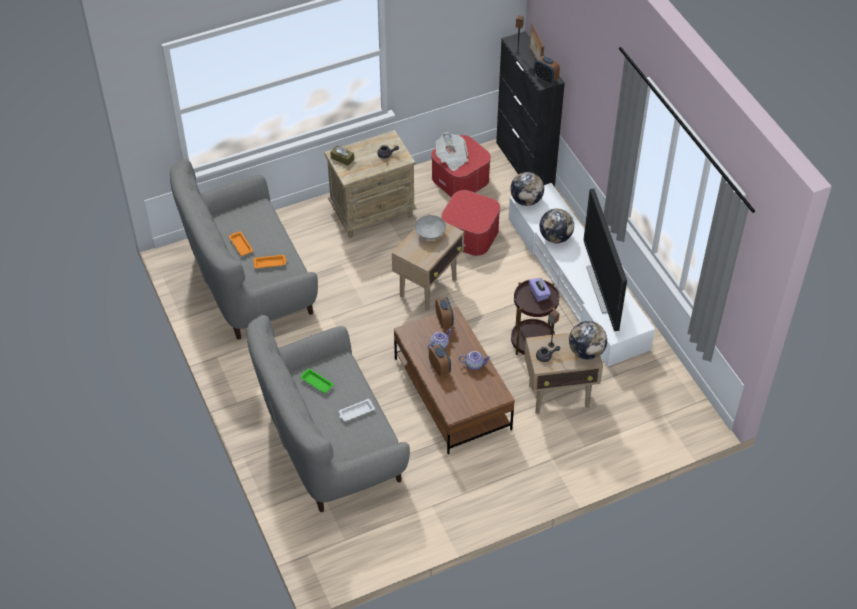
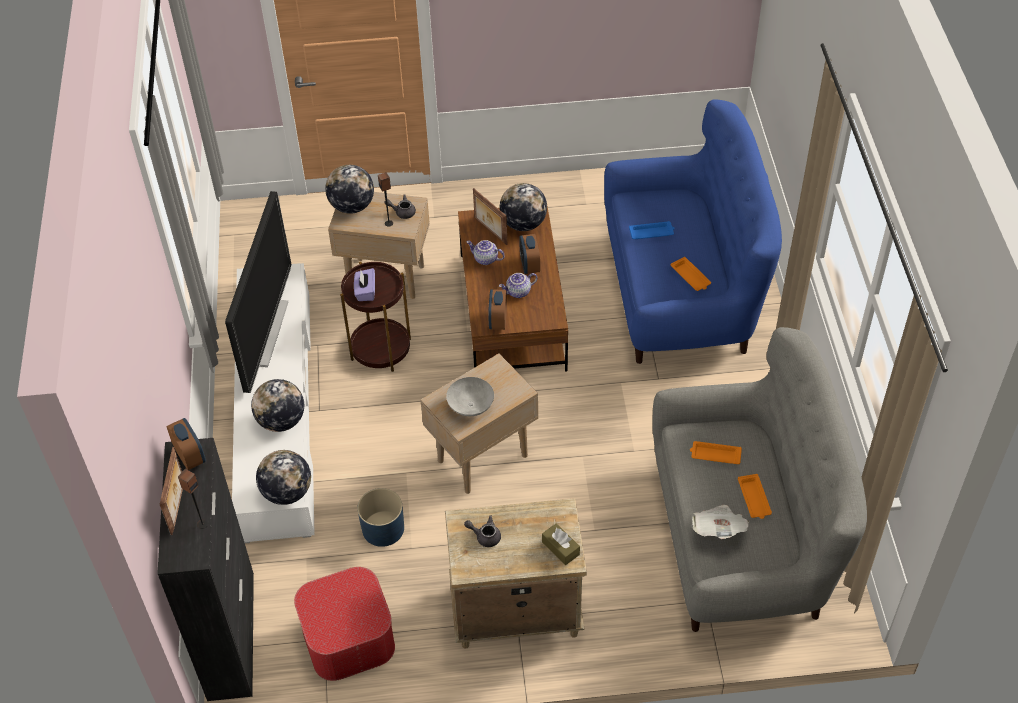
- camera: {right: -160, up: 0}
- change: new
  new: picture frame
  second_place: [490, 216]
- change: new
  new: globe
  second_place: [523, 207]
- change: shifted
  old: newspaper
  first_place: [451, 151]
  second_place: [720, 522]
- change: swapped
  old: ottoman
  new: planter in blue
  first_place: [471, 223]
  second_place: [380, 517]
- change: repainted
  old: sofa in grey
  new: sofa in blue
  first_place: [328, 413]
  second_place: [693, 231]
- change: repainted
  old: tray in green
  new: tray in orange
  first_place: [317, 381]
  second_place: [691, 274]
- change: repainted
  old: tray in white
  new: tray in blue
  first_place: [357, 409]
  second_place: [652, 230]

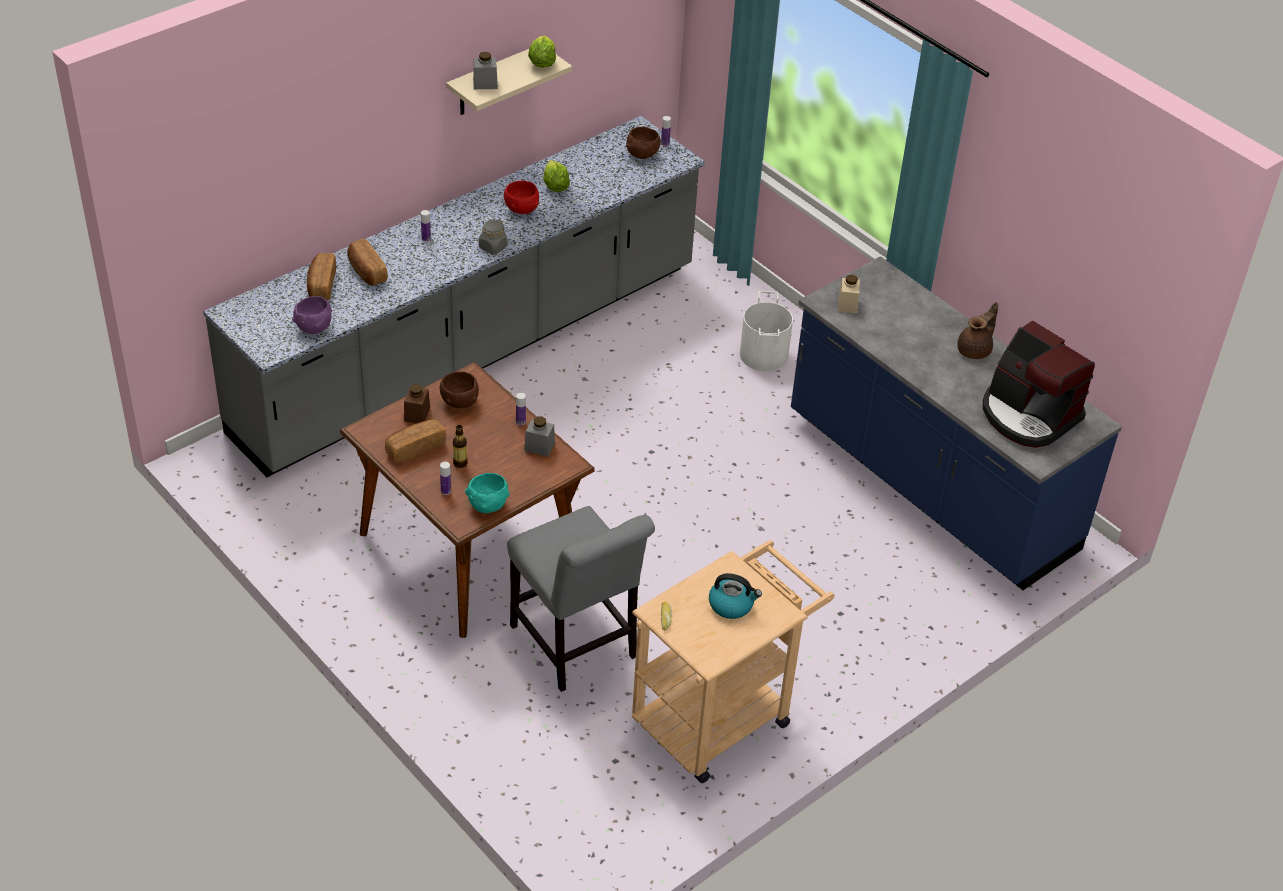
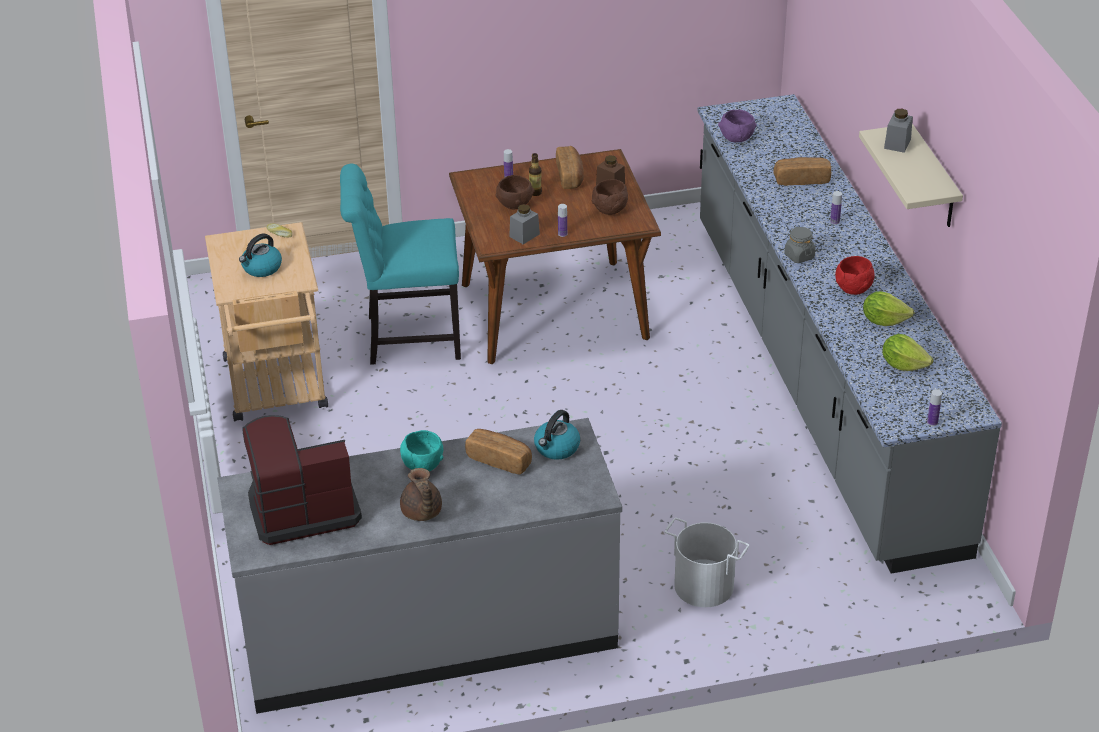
- camera: {right: 120, up: -5}
- change: shifted
  old: bread
  first_place: [321, 277]
  second_place: [498, 452]
- change: shifted
  old: bowl in turquoise
  first_place: [487, 493]
  second_place: [421, 450]
- change: shifted
  old: lettuce
  first_place: [542, 51]
  second_place: [907, 352]
- change: shifted
  old: bowl in brown
  first_place: [643, 143]
  second_place: [515, 192]
- change: swapped
  old: jar in beige
  new: kettle
  first_place: [849, 294]
  second_place: [557, 435]
- change: repainted
  old: chair in grey
  new: chair in turquoise
  first_place: [581, 599]
  second_place: [400, 264]
- change: repainted
  old: counter in blue
  new: counter in grey
  first_place: [956, 423]
  second_place: [419, 566]

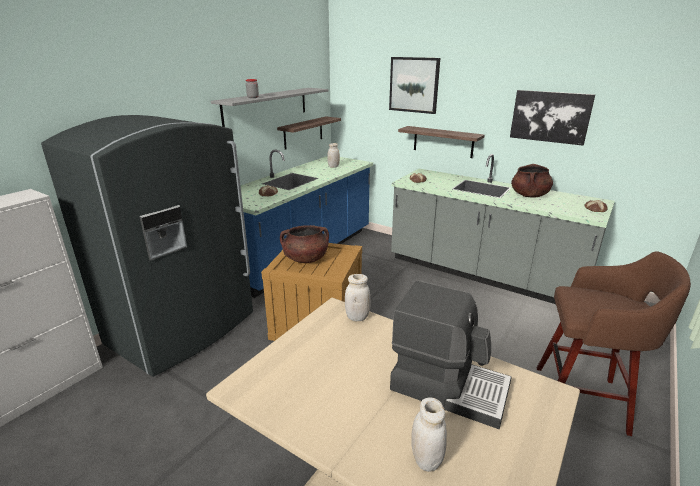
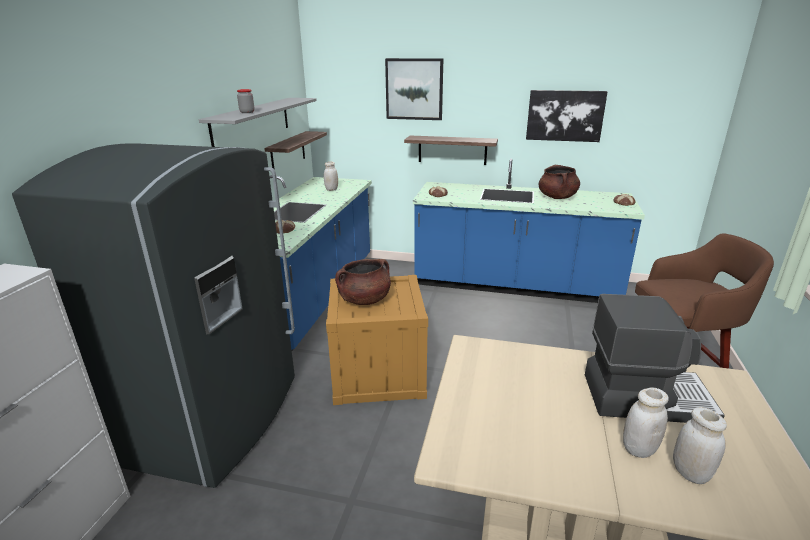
- camera: {right: -20, up: 0}
- change: shifted
  old: jar in white
  first_place: [358, 297]
  second_place: [646, 422]
- change: repainted
  old: counter in grey
  new: counter in blue
  first_place: [503, 229]
  second_place: [529, 231]

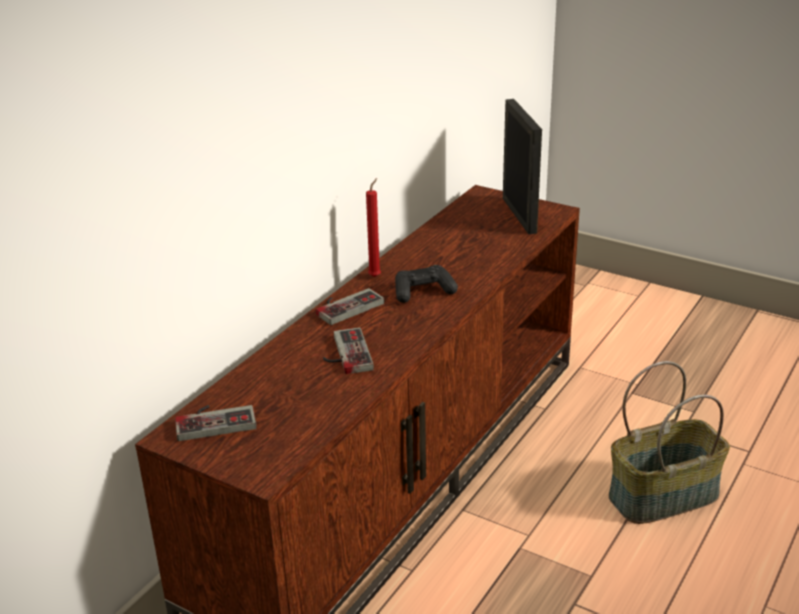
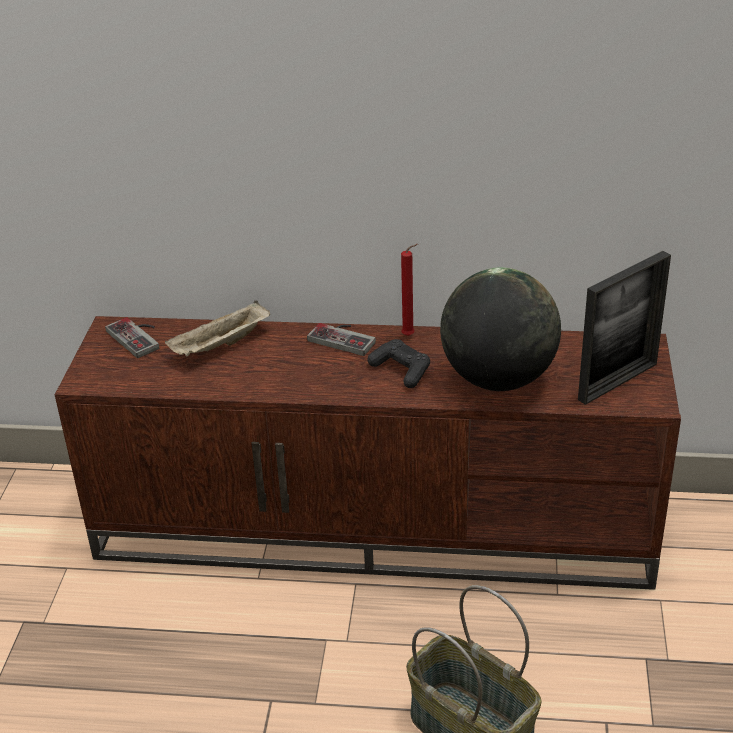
- camera: {right: 65, up: 5}
- change: gone
  old: game controller
  first_place: [348, 350]
- change: new
  new: tray in beige
  second_place: [217, 328]
- change: new
  new: globe
  second_place: [500, 329]

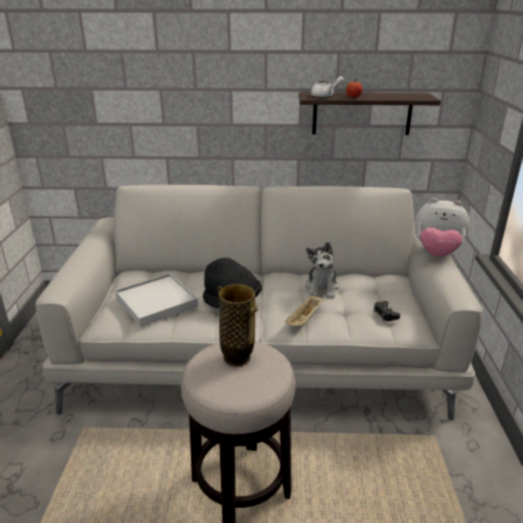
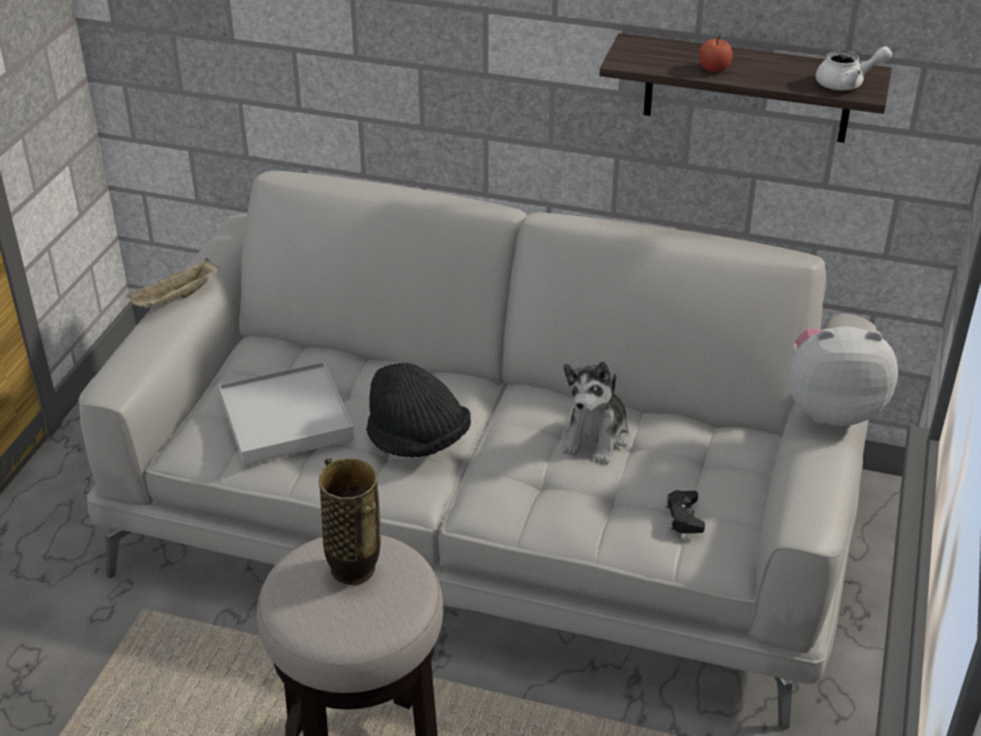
- camera: {right: 15, up: 10}
- change: shifted
  old: tray in beige
  first_place: [304, 310]
  second_place: [172, 283]
- change: shifted
  old: teapot in white
  first_place: [327, 86]
  second_place: [854, 68]
- change: rotated
  old: plush toy
  first_place: [442, 227]
  second_place: [843, 376]
  degrees: 150

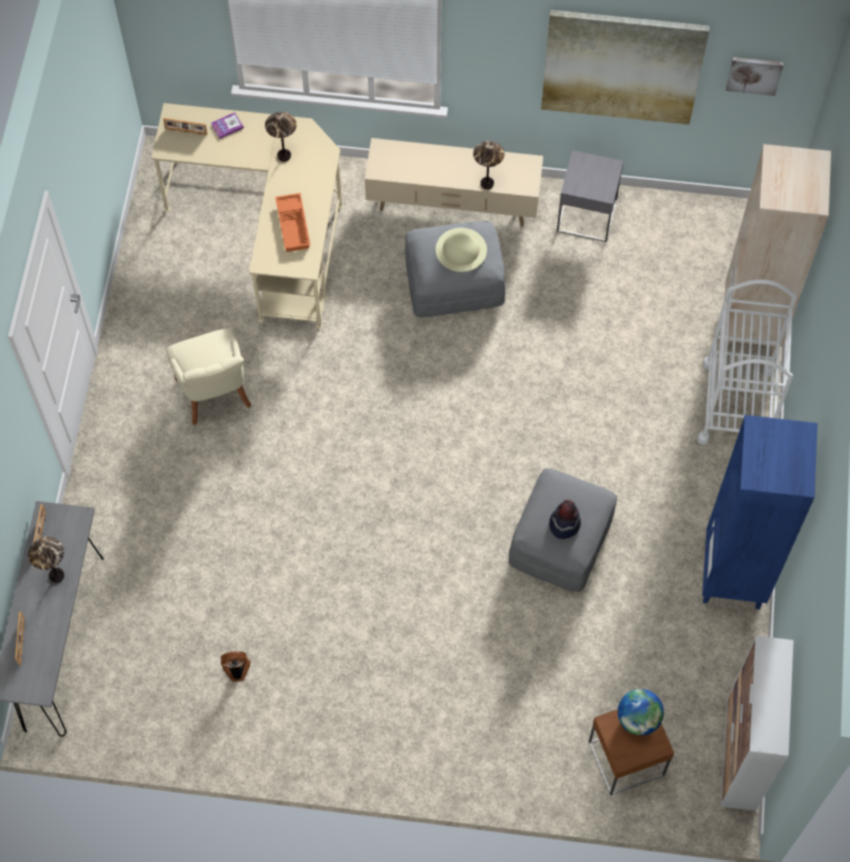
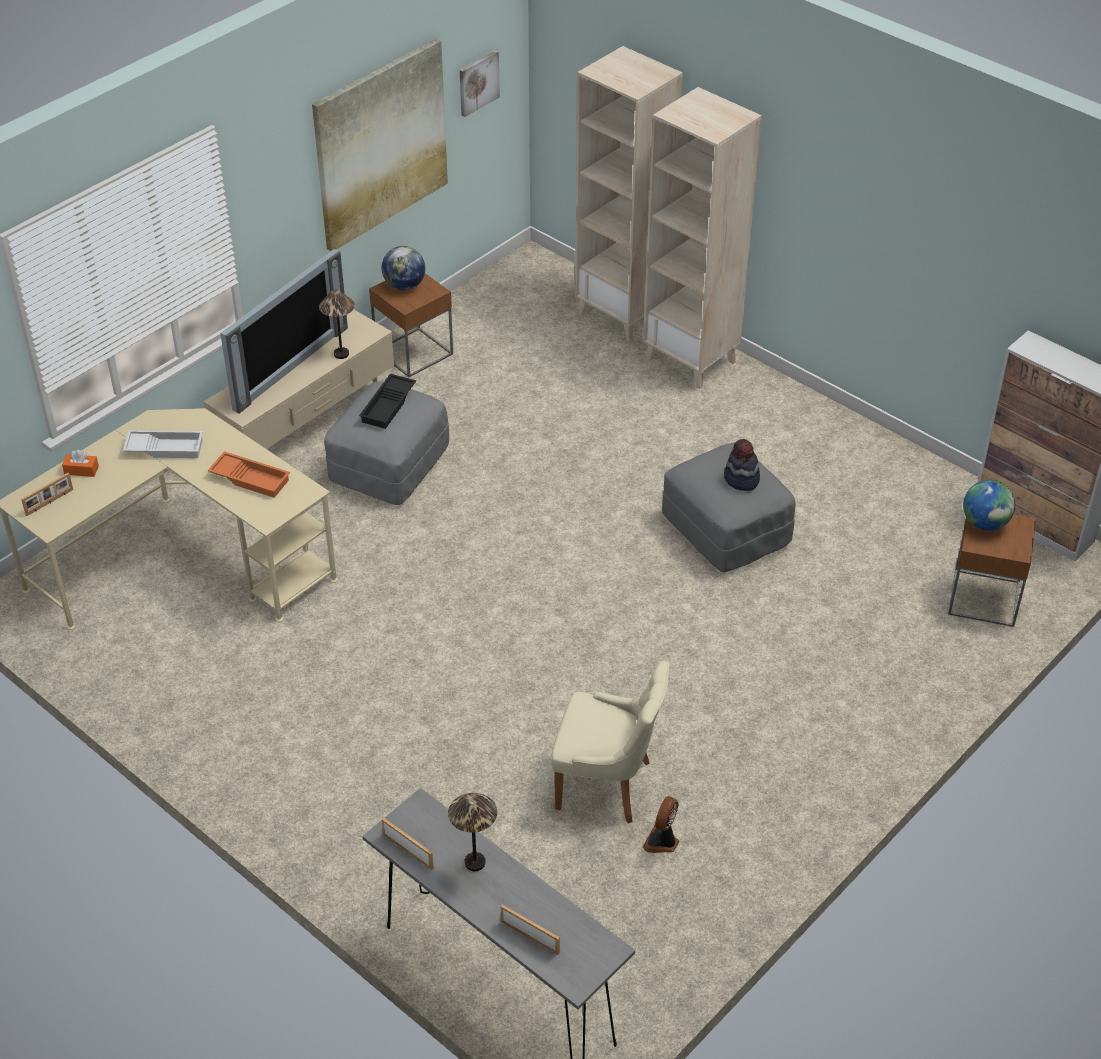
- camera: {right: -55, up: -20}
- change: gone
  old: bookcase in blue
  first_place: [760, 512]
- change: new
  new: television
  second_place: [284, 331]
- change: new
  new: globe
  second_place: [403, 268]
- change: shifted
  old: chair in beige
  first_place: [208, 376]
  second_place: [610, 742]
- change: swapped
  old: book
  new: tissue box in orange
  first_place: [227, 125]
  second_place: [80, 463]
- change: swapped
  old: table lamp
  new: tray in white
  first_place: [281, 136]
  second_place: [163, 444]
- change: swapped
  old: hat in beige
  new: tray in black
  first_place: [461, 250]
  second_place: [387, 401]
- change: swapped
  old: cart in white
  new: bookcase in beige
  first_place: [747, 362]
  second_place: [702, 238]
- change: repainted
  old: side table in grey
  new: side table in brown
  first_place: [590, 196]
  second_place: [411, 325]

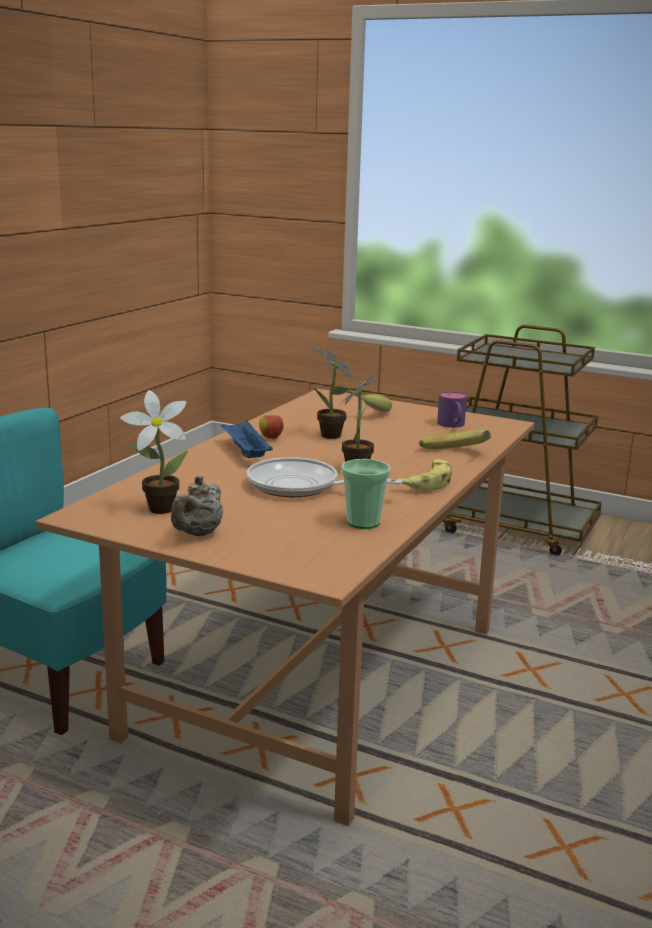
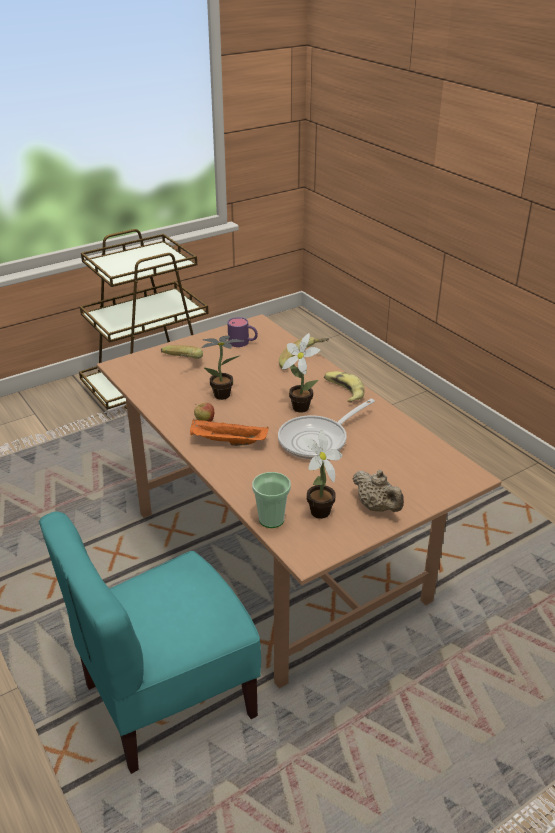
- camera: {right: -60, up: 15}
- change: shifted
  old: cup
  first_place: [366, 494]
  second_place: [271, 500]
- change: repainted
  old: tray in blue
  new: tray in orange
  first_place: [247, 439]
  second_place: [229, 432]

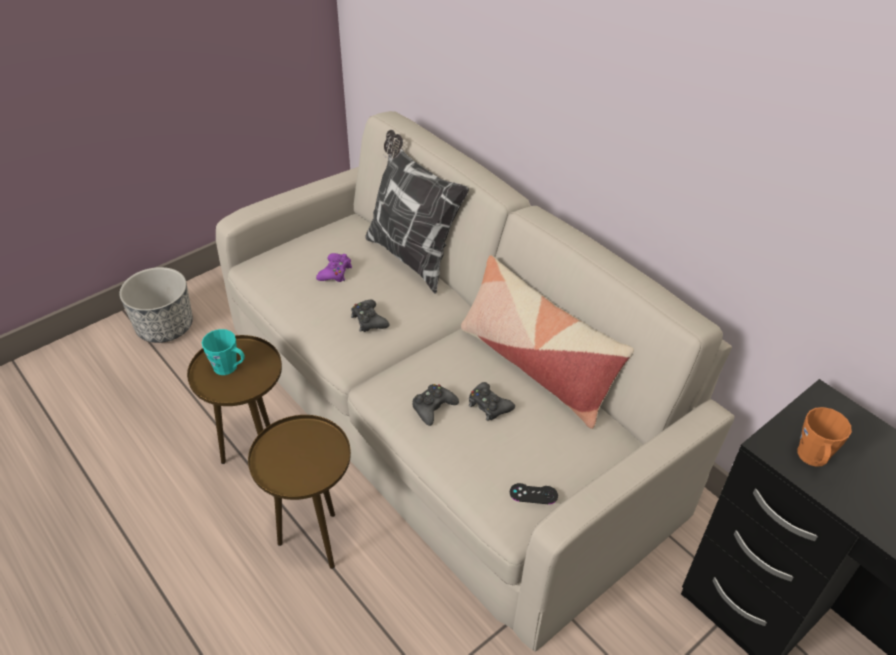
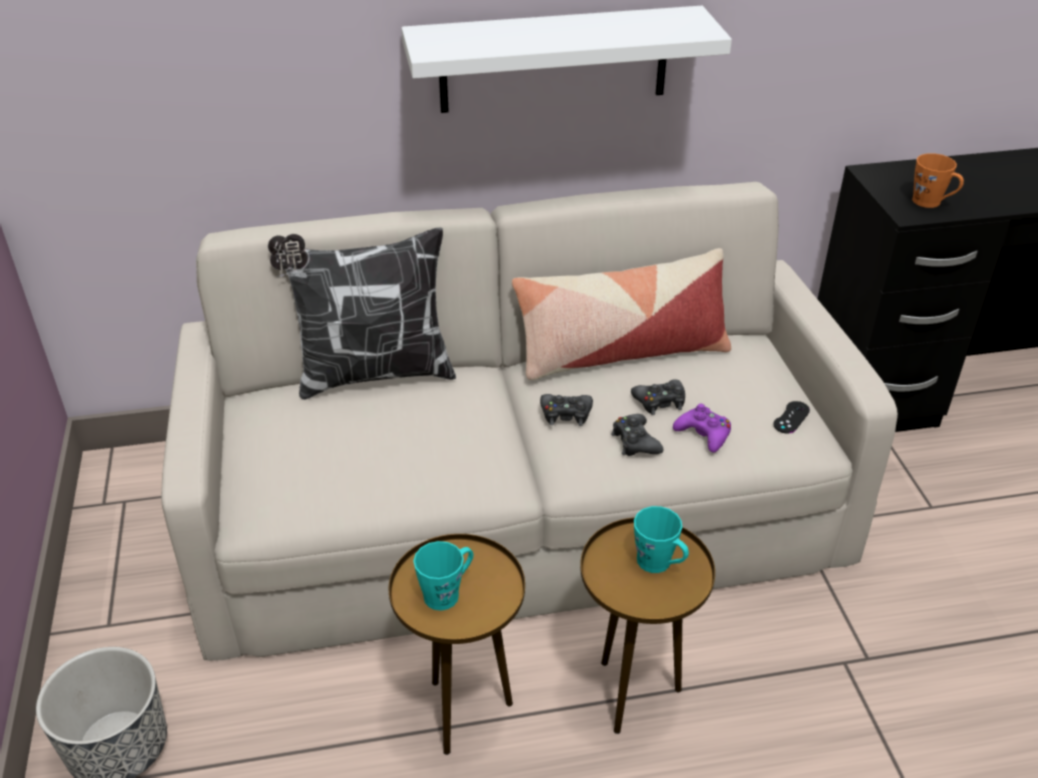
- camera: {right: -60, up: -5}
- change: new
  new: shelf in white
  second_place: [566, 59]
- change: new
  new: mug in turquoise
  second_place: [661, 539]
- change: shifted
  old: game controller in purple
  first_place: [334, 267]
  second_place: [702, 428]
- change: shifted
  old: game controller in black
  first_place: [370, 316]
  second_place: [566, 410]

